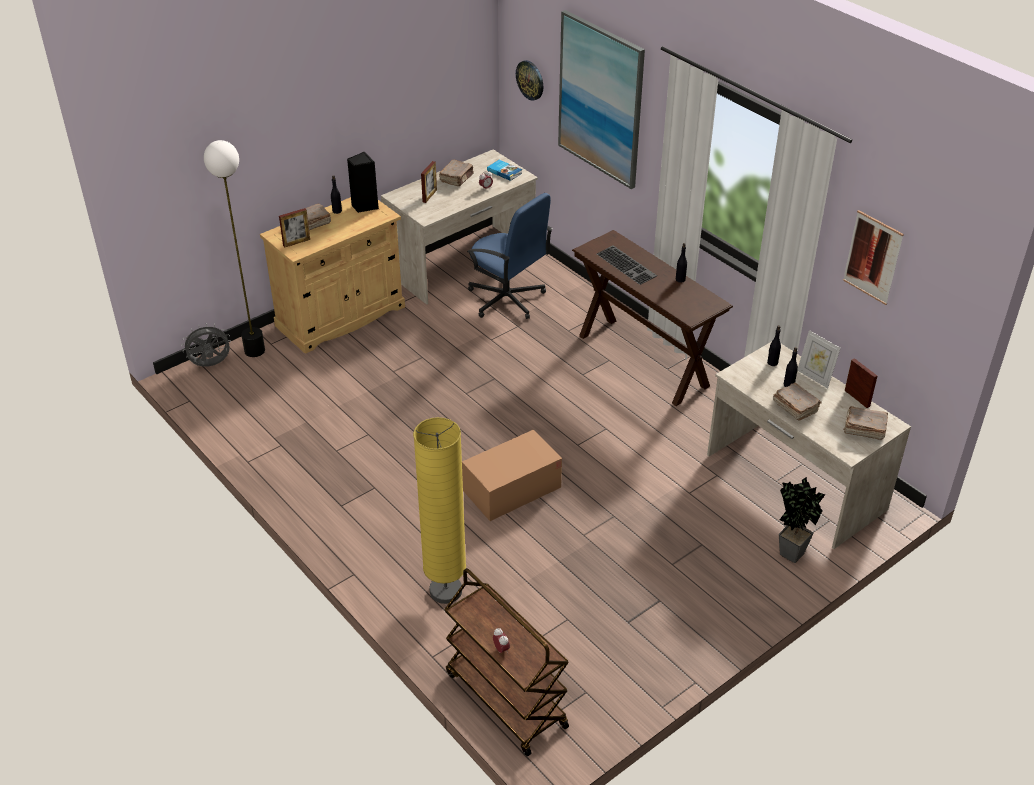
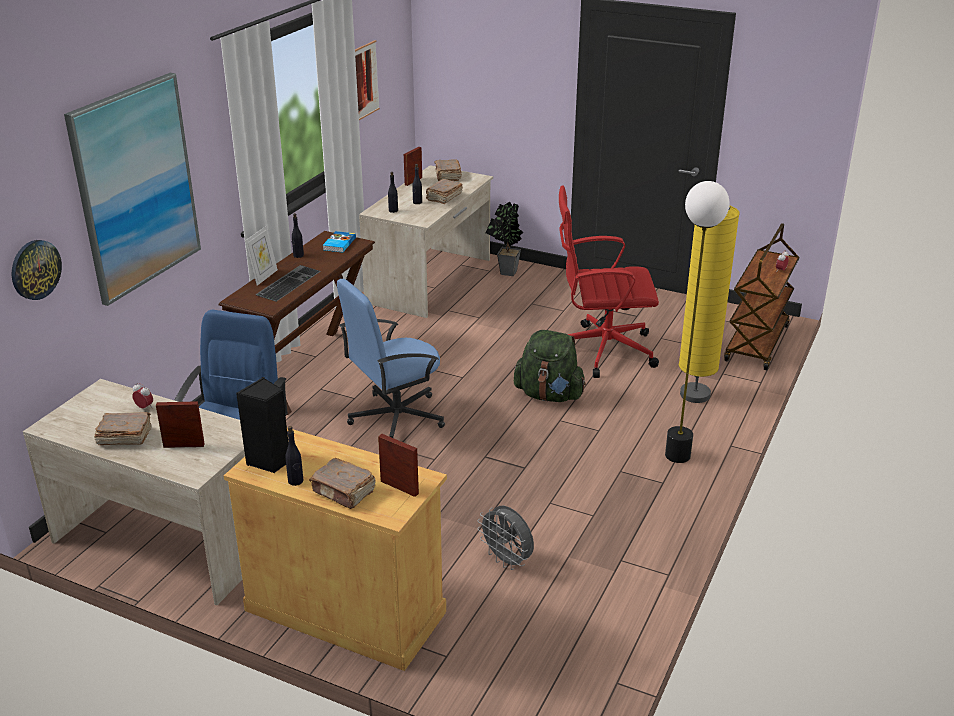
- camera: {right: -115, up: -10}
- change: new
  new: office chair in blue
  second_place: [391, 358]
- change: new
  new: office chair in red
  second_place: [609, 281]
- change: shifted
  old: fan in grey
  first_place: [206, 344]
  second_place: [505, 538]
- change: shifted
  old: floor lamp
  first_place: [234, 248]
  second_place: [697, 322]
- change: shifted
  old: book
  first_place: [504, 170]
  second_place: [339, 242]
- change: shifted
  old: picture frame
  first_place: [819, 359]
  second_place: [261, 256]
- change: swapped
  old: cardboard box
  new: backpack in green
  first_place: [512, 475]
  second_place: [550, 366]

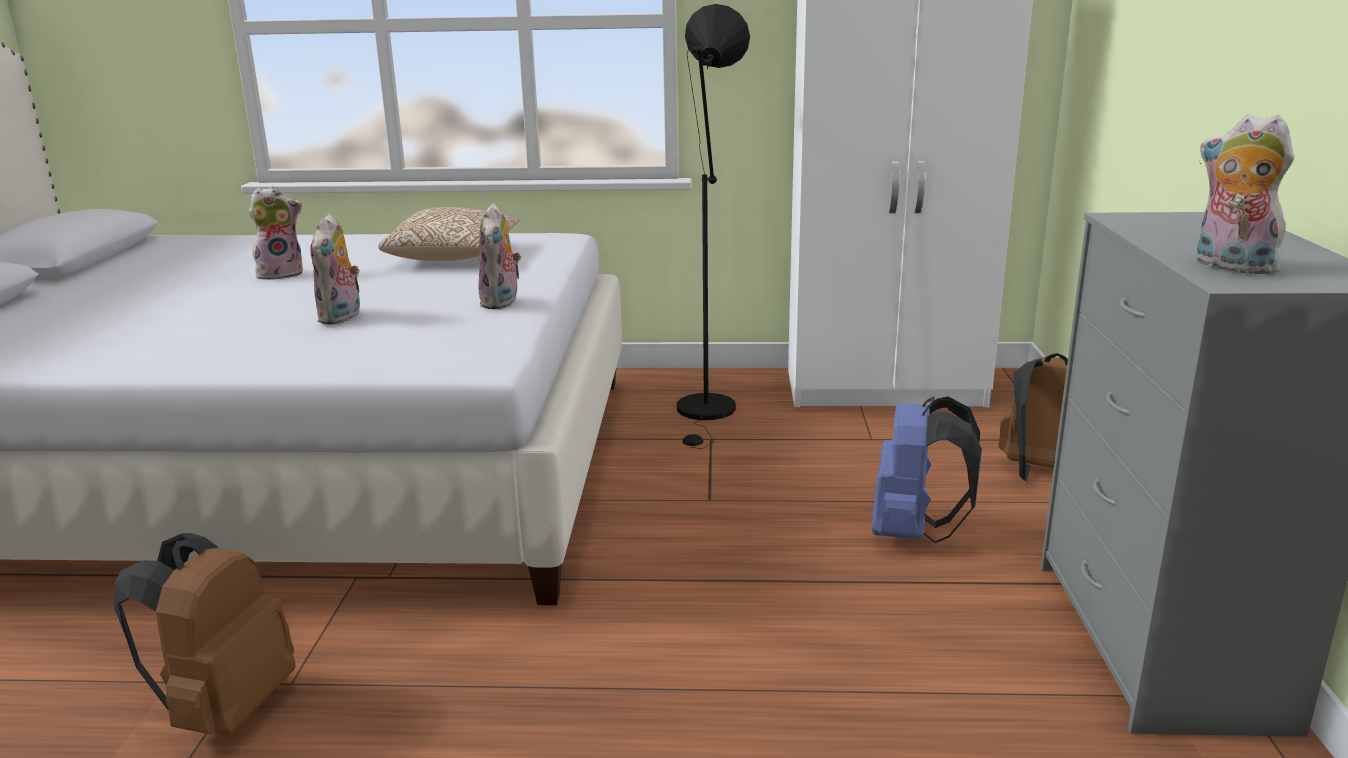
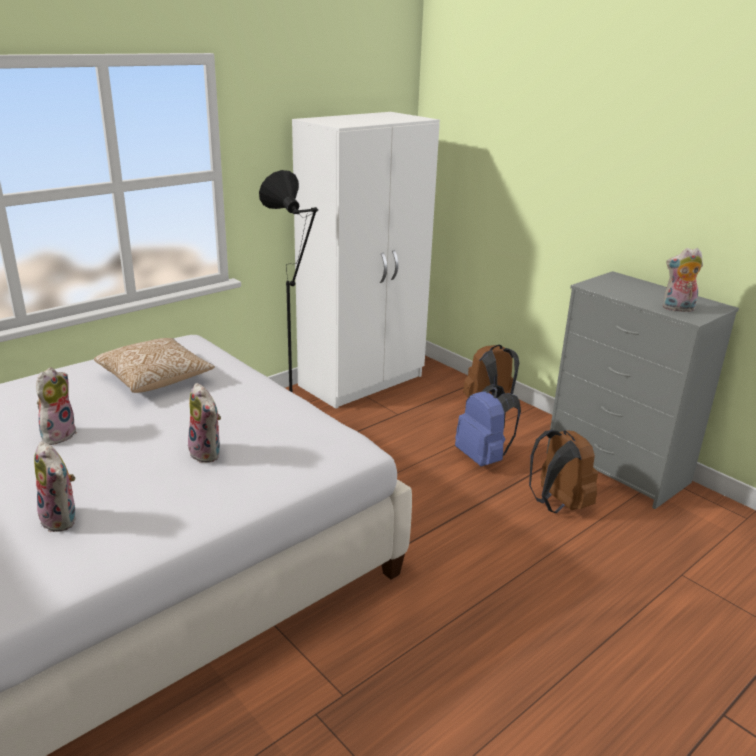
- camera: {right: -45, up: 5}
- change: shifted
  old: backpack in brown
  first_place: [205, 634]
  second_place: [563, 471]
- change: shifted
  old: plush toy
  first_place: [499, 256]
  second_place: [55, 486]

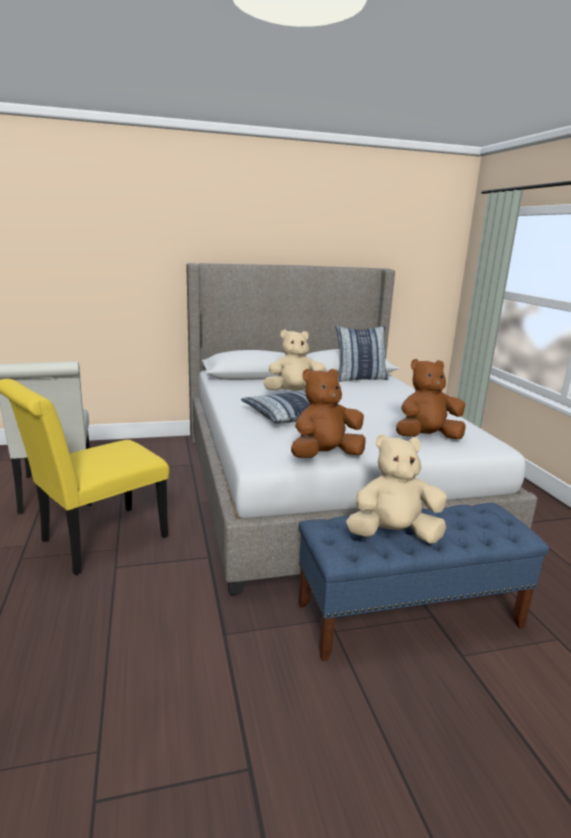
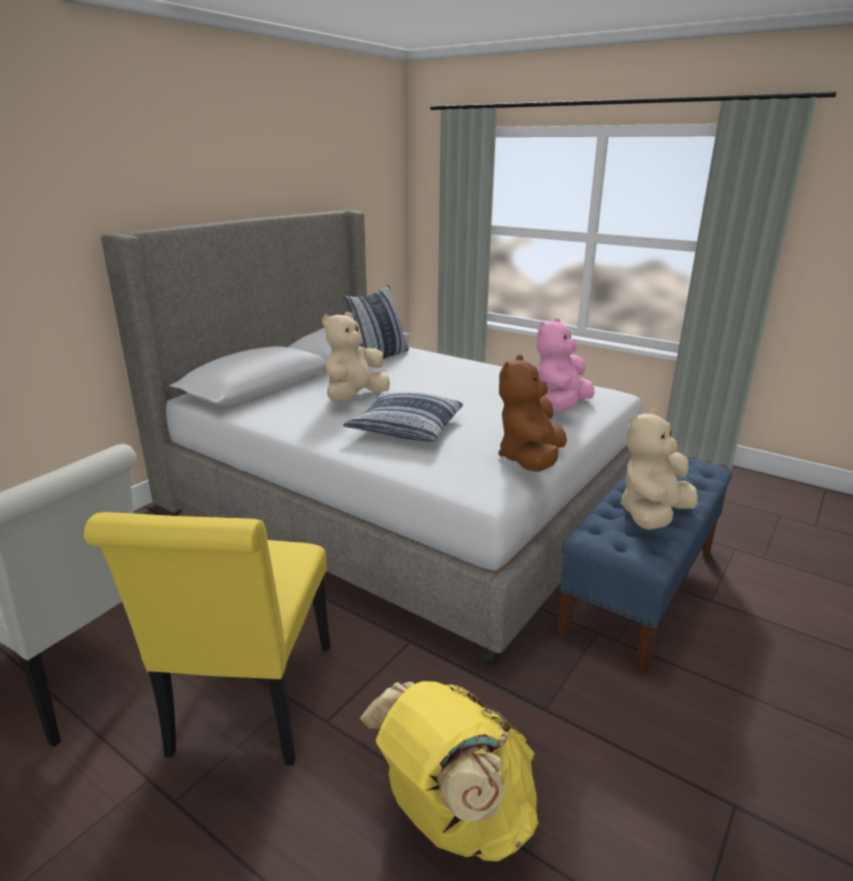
- camera: {right: -40, up: 5}
- change: new
  new: backpack in yellow
  second_place: [449, 771]
- change: repainted
  old: plush toy in brown
  new: plush toy in pink
  first_place: [431, 399]
  second_place: [565, 364]

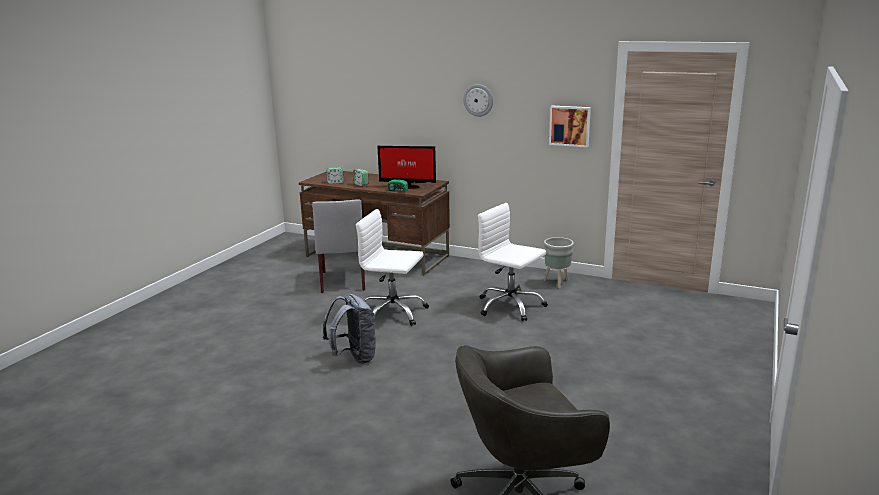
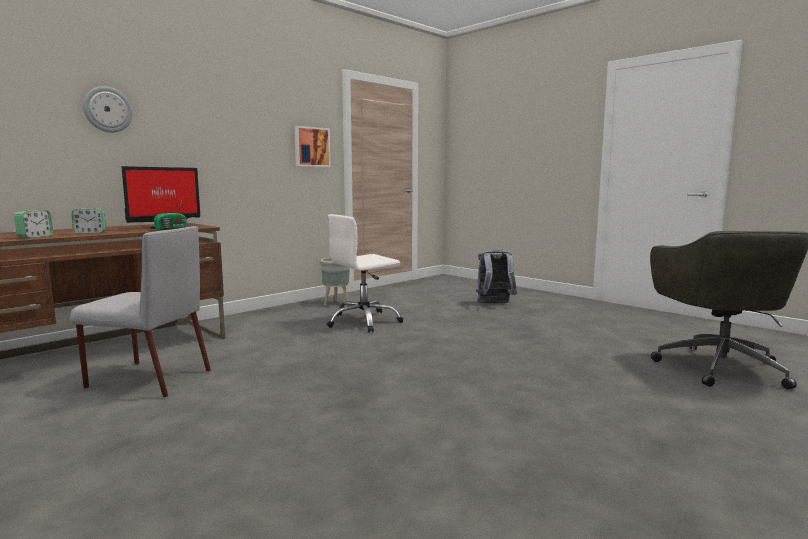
- camera: {right: -70, up: -10}
- change: gone
  old: office chair in white
  first_place: [392, 267]
- change: shifted
  old: backpack in grey
  first_place: [349, 329]
  second_place: [496, 277]
- change: shifted
  old: wall clock
  first_place: [478, 100]
  second_place: [108, 109]

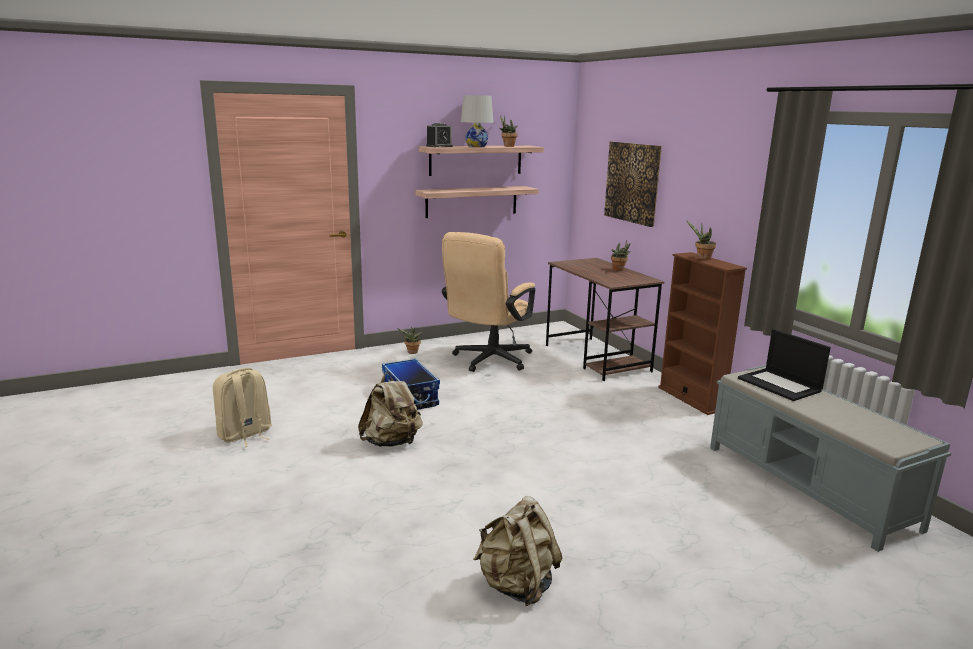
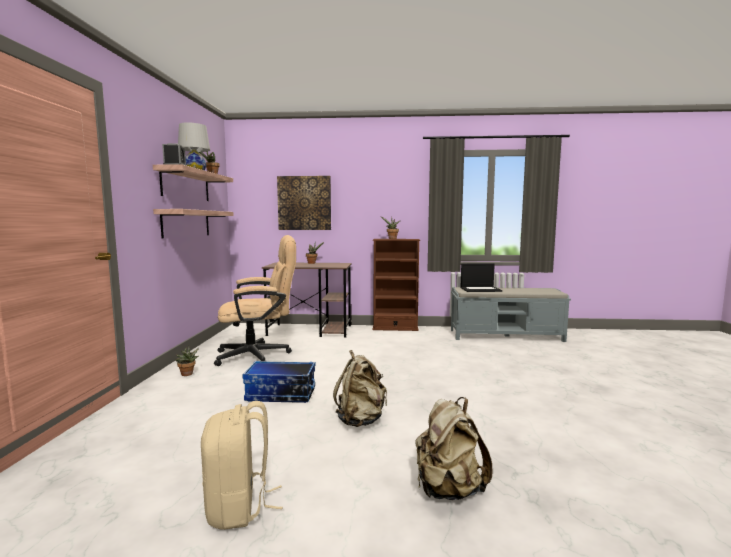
- camera: {right: -60, up: -10}
- change: shifted
  old: backpack in beige
  first_place: [518, 551]
  second_place: [454, 448]
- change: rotated
  old: office chair in beige
  first_place: [488, 302]
  second_place: [255, 300]
  degrees: -75

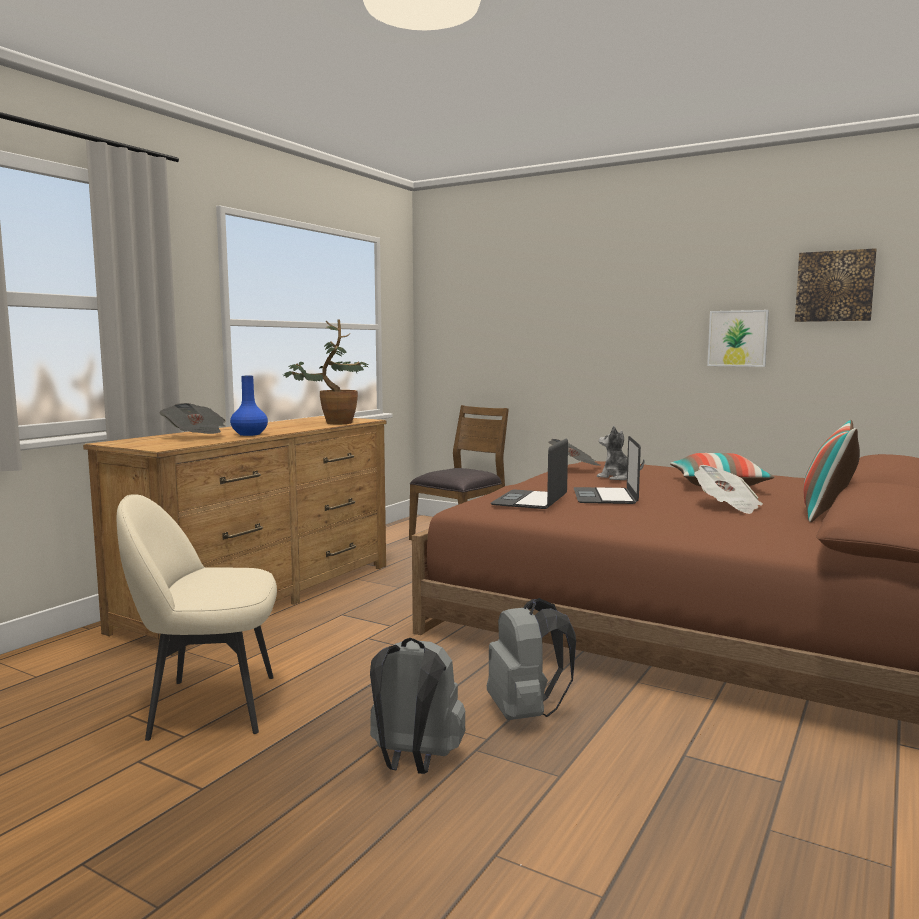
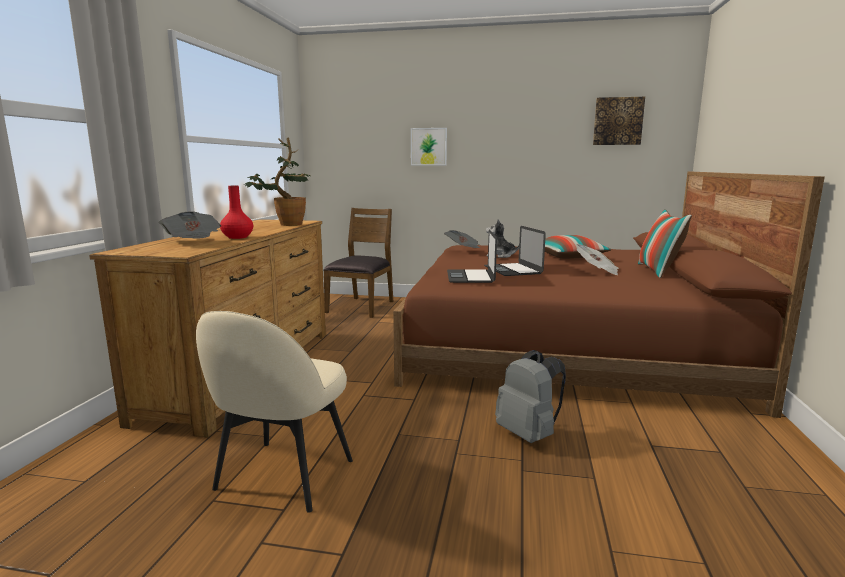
- camera: {right: -20, up: 5}
- change: gone
  old: backpack in grey
  first_place: [417, 706]
- change: shifted
  old: picture
  first_place: [738, 338]
  second_place: [429, 146]
- change: repainted
  old: vase in blue
  new: vase in red
  first_place: [249, 406]
  second_place: [236, 212]
- change: rotated
  old: chair in beige
  first_place: [196, 617]
  second_place: [274, 411]
  degrees: -45

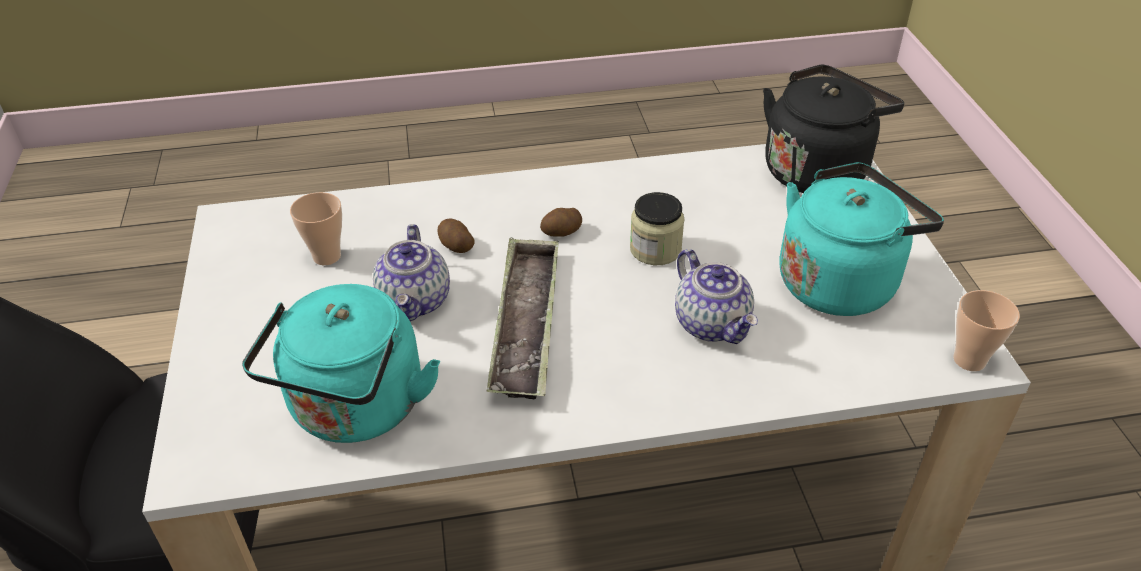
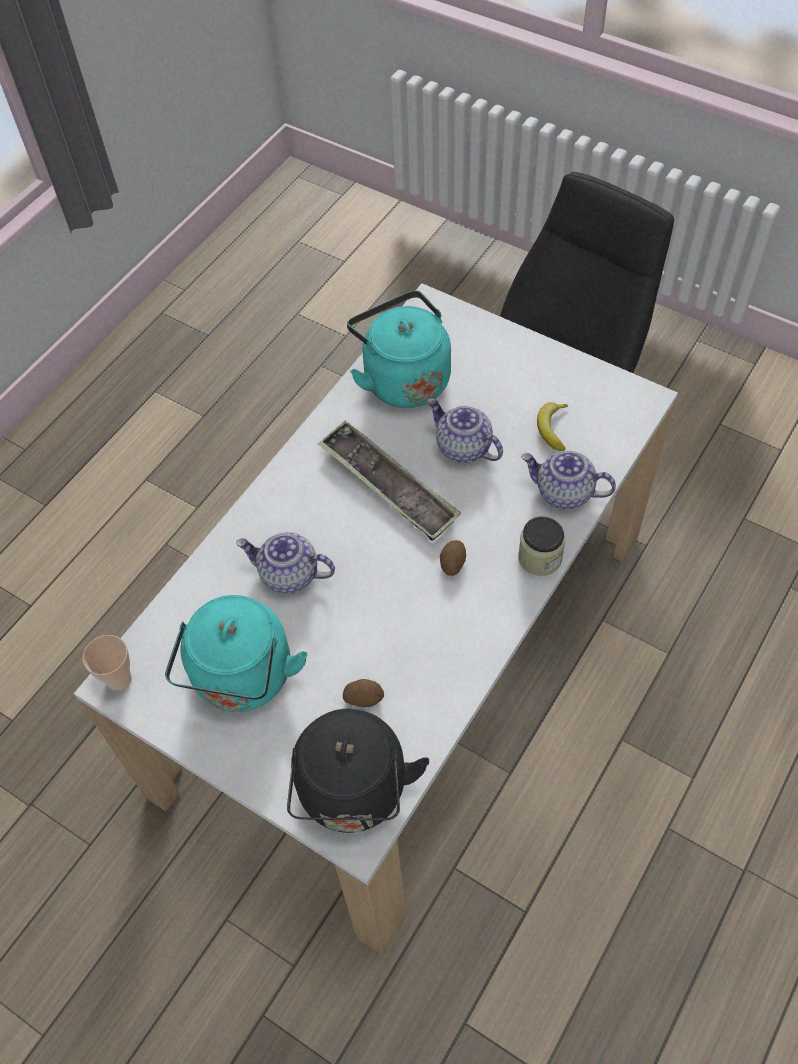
- camera: {right: 135, up: 15}
- change: new
  new: teapot
  second_place: [568, 480]
- change: shifted
  old: potato
  first_place: [456, 236]
  second_place: [363, 693]
- change: shifted
  old: jar
  first_place: [657, 228]
  second_place: [541, 546]
- change: swapped
  old: cup
  new: banana
  first_place: [316, 228]
  second_place: [552, 426]

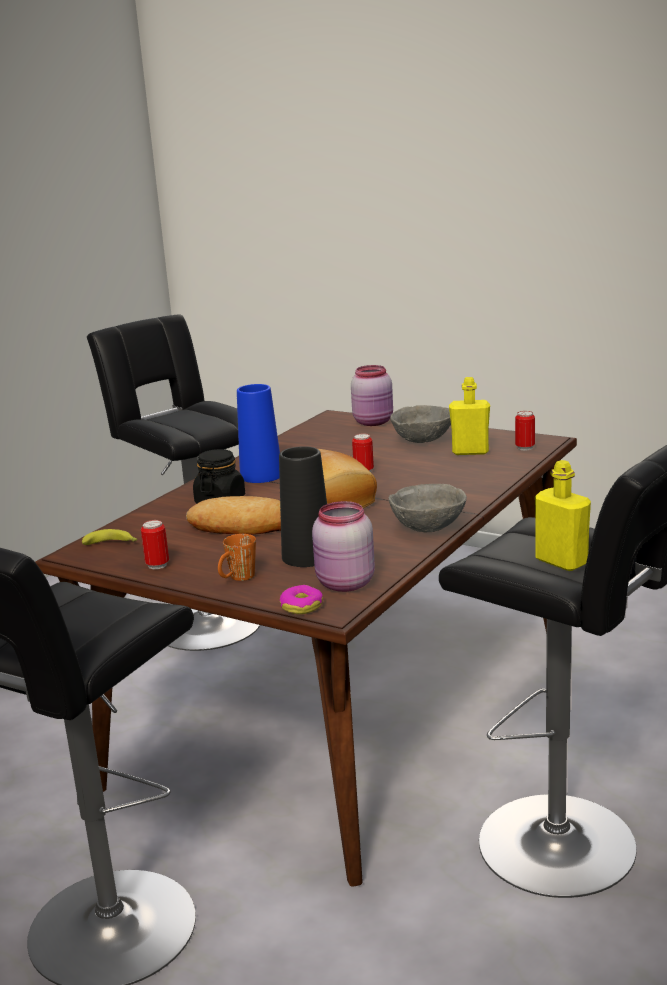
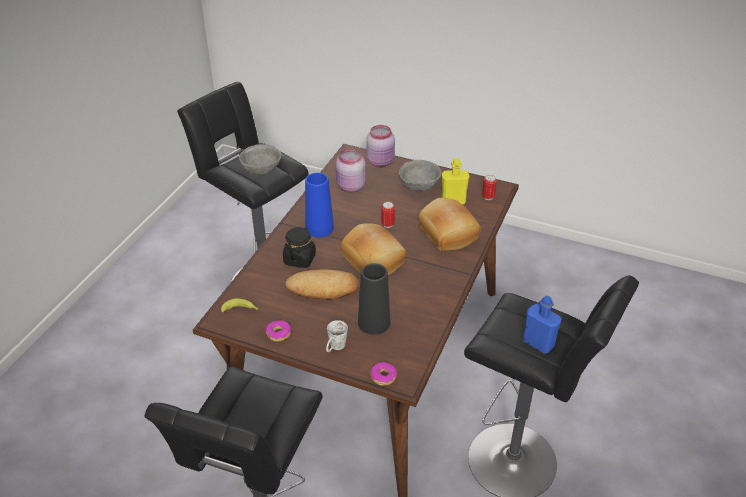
- camera: {right: -10, up: 20}
- change: new
  new: bread
  second_place: [449, 224]
- change: shifted
  old: jar in pink
  first_place: [343, 546]
  second_place: [350, 170]
- change: shifted
  old: bowl in grey
  first_place: [427, 508]
  second_place: [260, 159]
- change: swapped
  old: can
  new: donut
  first_place: [155, 544]
  second_place: [279, 331]
- change: repainted
  old: mug in orange
  new: mug in white
  first_place: [237, 557]
  second_place: [337, 336]
- change: repainted
  old: bottle in yellow
  new: bottle in blue
  first_place: [563, 515]
  second_place: [542, 325]

